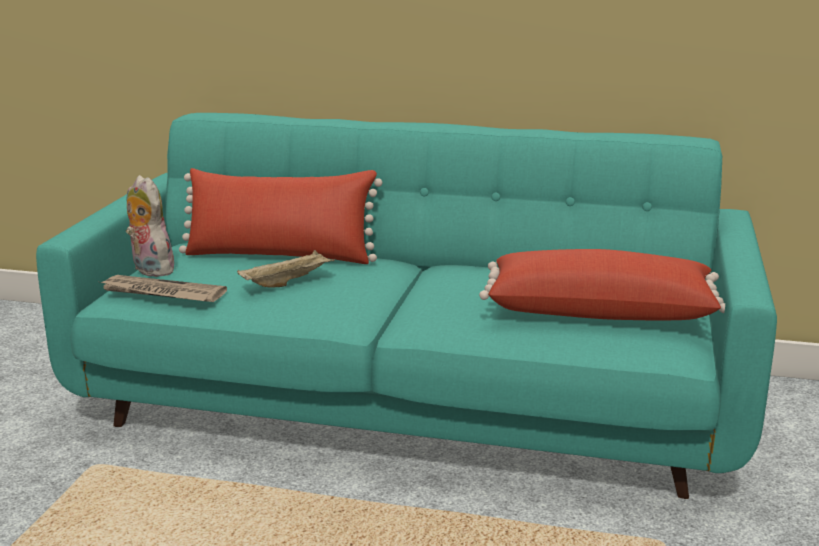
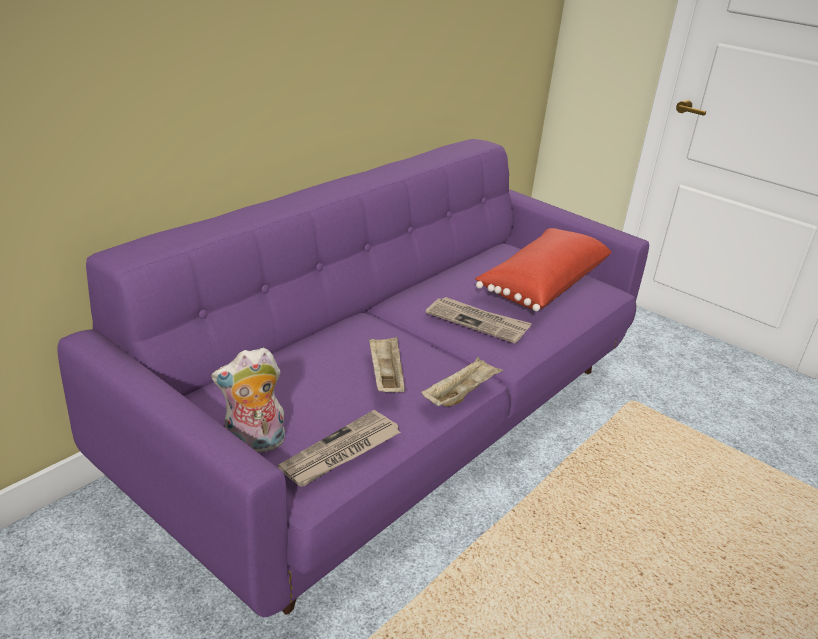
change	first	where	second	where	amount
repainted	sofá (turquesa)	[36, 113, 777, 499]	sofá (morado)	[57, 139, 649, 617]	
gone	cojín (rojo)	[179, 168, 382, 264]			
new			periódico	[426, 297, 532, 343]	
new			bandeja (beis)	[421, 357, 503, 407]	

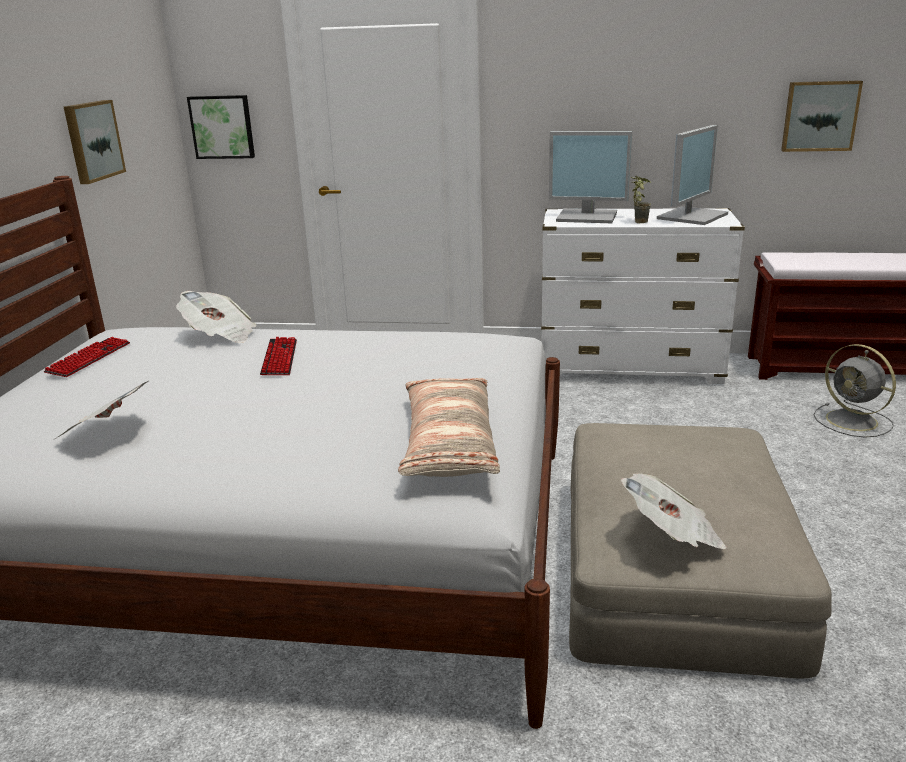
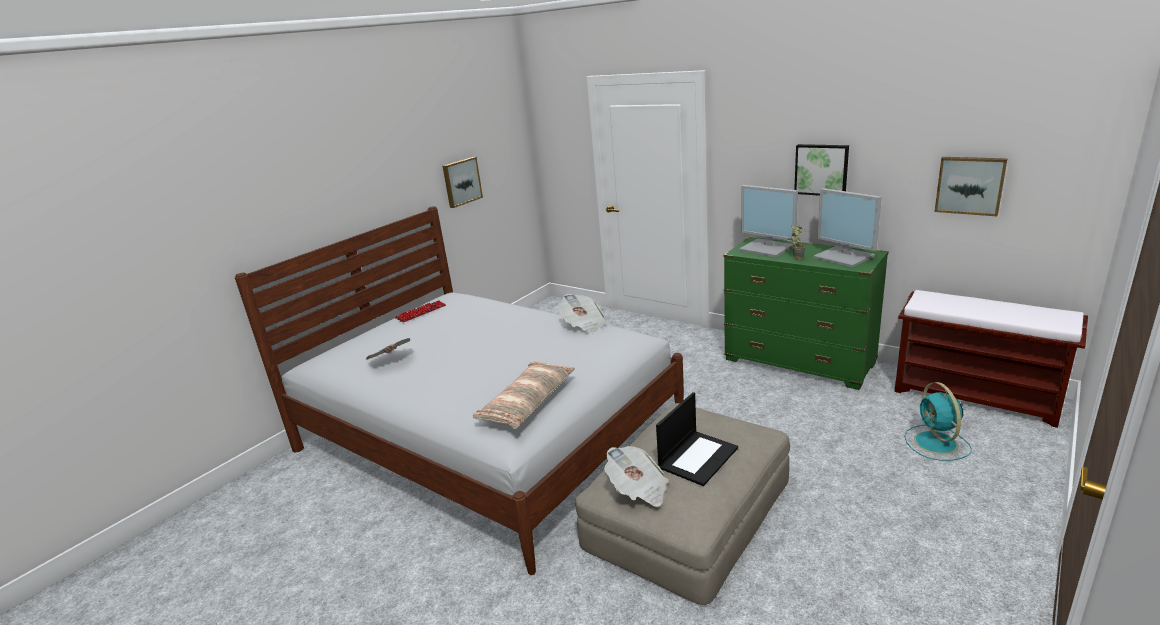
change	first	where	second	where	amount
shifted	cuadro	[187, 95, 255, 159]		[794, 144, 849, 196]	
rotated	monitor	[657, 125, 728, 225]		[813, 188, 882, 267]	75 degrees clockwise
repainted	cómoda (blanco)	[541, 208, 745, 384]	cómoda (verde)	[724, 236, 889, 390]	
shifted	periódico	[176, 291, 257, 343]		[558, 294, 607, 334]	
gone	teclado	[260, 337, 297, 375]			
repainted	ventilador (gris)	[814, 344, 896, 438]	ventilador (turquesa)	[904, 382, 972, 461]	
new			portátil	[656, 392, 738, 486]	

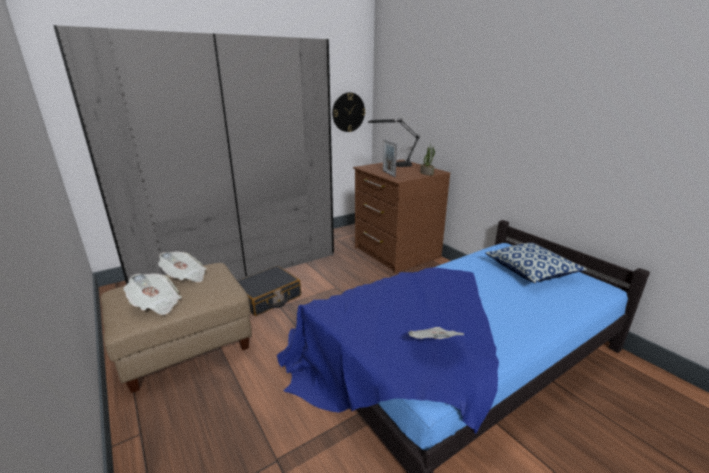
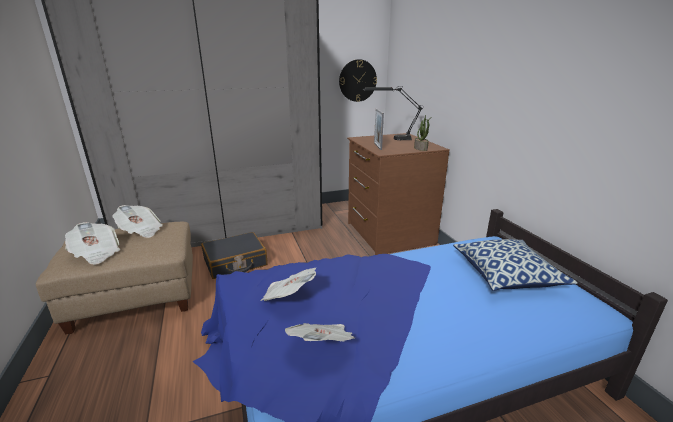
change	first	where	second	where	amount
new			periódico	[260, 268, 316, 301]	

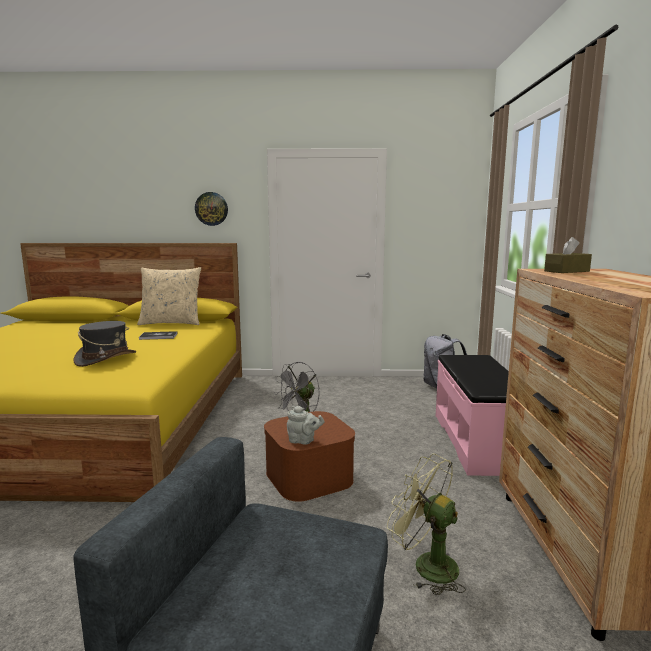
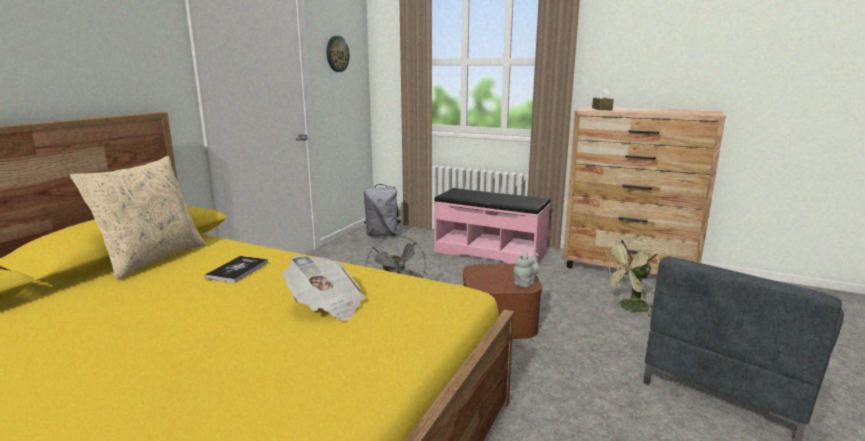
change	first	where	second	where	amount
shifted	reloj de pared	[195, 192, 228, 226]		[327, 36, 349, 72]	
swapped	sombrero (gris)	[73, 321, 136, 367]	periódico	[283, 255, 366, 321]	

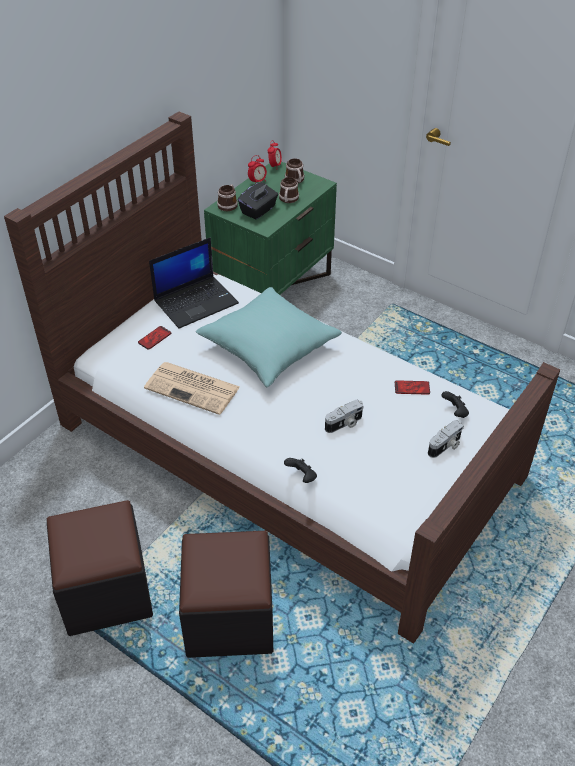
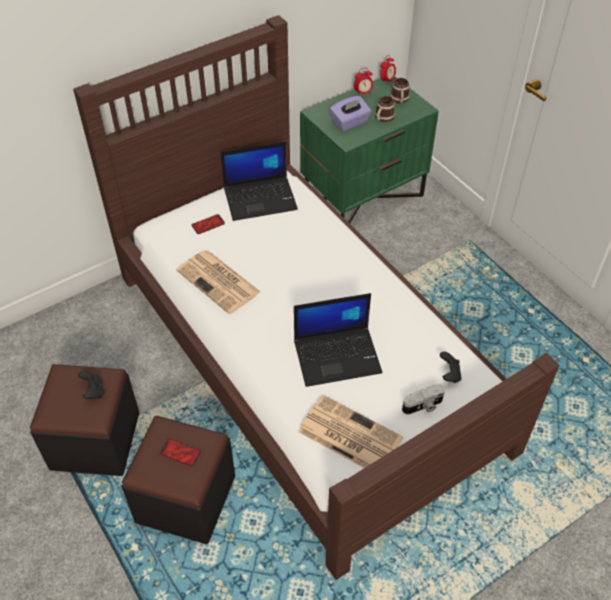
change	first	where	second	where	amount
repainted	caja de pañuelos (negro)	[238, 182, 278, 219]	caja de pañuelos (morado)	[330, 96, 371, 132]	
gone	taza grande	[217, 184, 238, 211]			
gone	cojín (turquesa)	[196, 287, 342, 387]			
shifted	móvil	[395, 380, 430, 395]		[160, 439, 201, 467]	
swapped	cámara	[325, 400, 364, 433]	portátil	[294, 293, 382, 387]	
shifted	mando de consola (negro)	[284, 458, 317, 483]		[78, 371, 104, 399]	
new			periódico	[298, 395, 403, 468]	

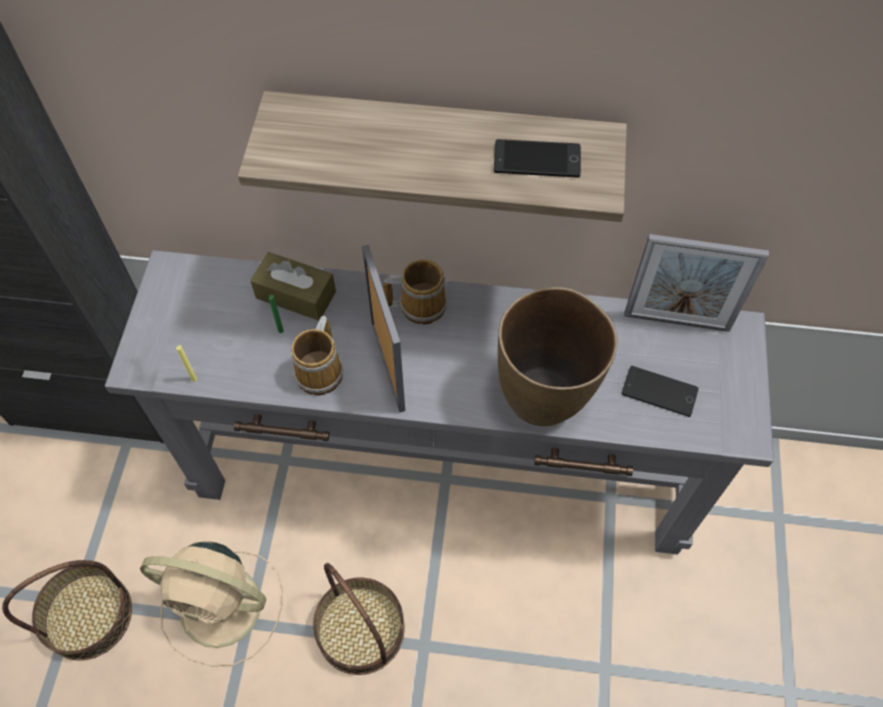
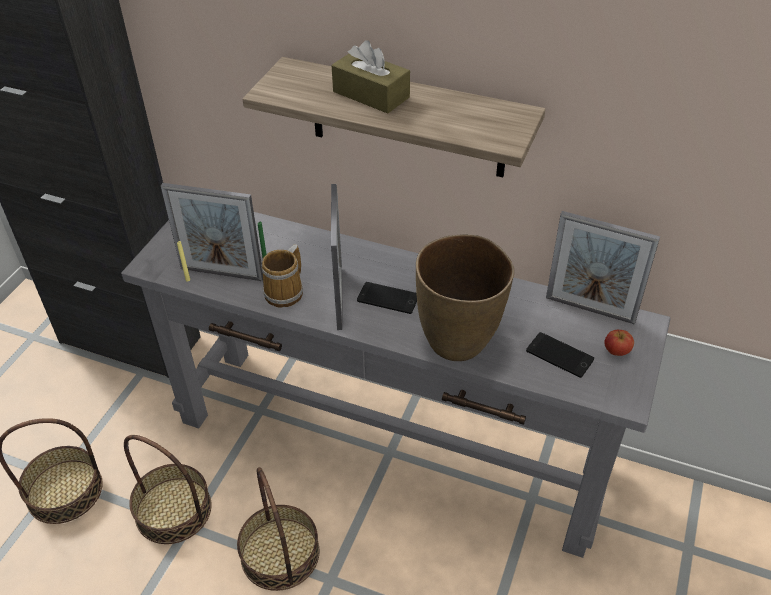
change	first	where	second	where	amount
shifted	móvil	[494, 139, 581, 178]		[357, 282, 417, 314]	
shifted	caja de pañuelos (marrón)	[250, 252, 336, 321]		[332, 40, 410, 113]	
gone	taza grande	[383, 259, 447, 324]			
swapped	ventilador (beis)	[140, 542, 283, 666]	cesta	[124, 435, 212, 544]	
new			portarretratos	[161, 183, 263, 281]	
new			manzana	[604, 330, 634, 356]	

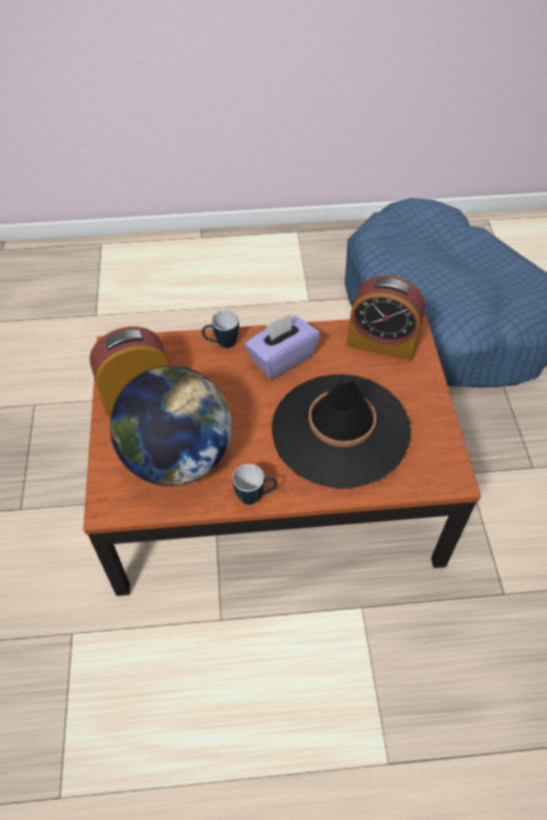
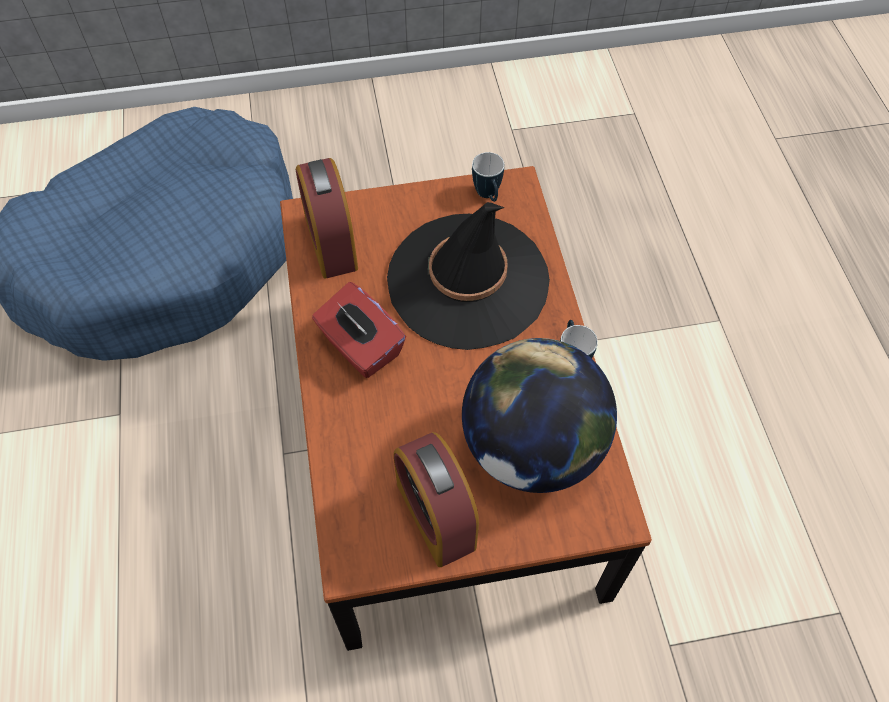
change	first	where	second	where	amount
rotated	despertador	[347, 275, 425, 361]		[296, 158, 358, 278]	150 degrees clockwise
shifted	taza grande	[202, 310, 239, 348]		[472, 152, 504, 202]	
repainted	caja de pañuelos (morado)	[245, 314, 320, 379]	caja de pañuelos (rojo)	[312, 282, 406, 378]	

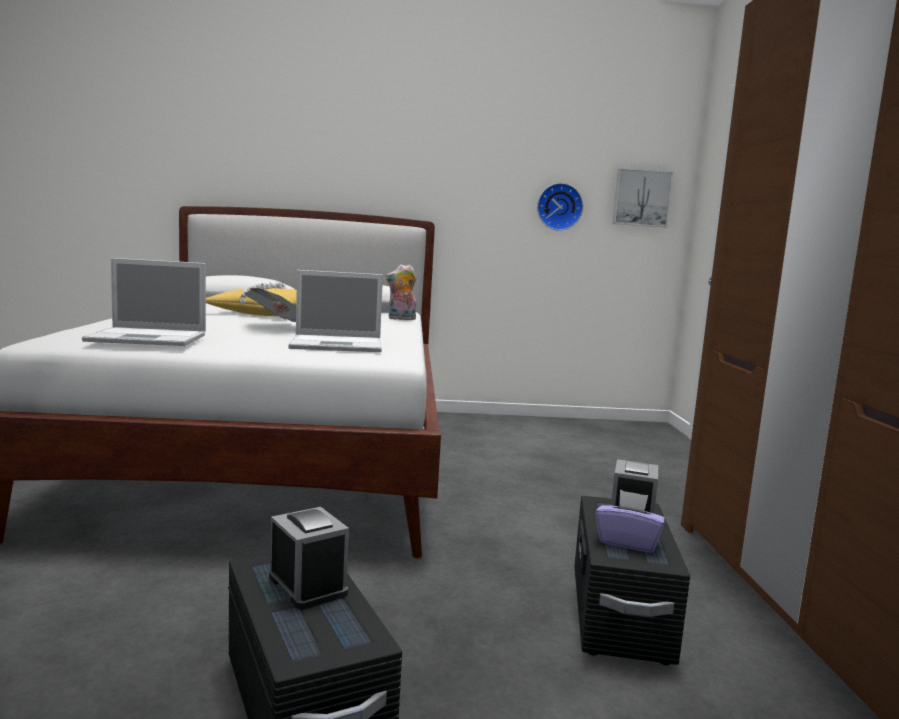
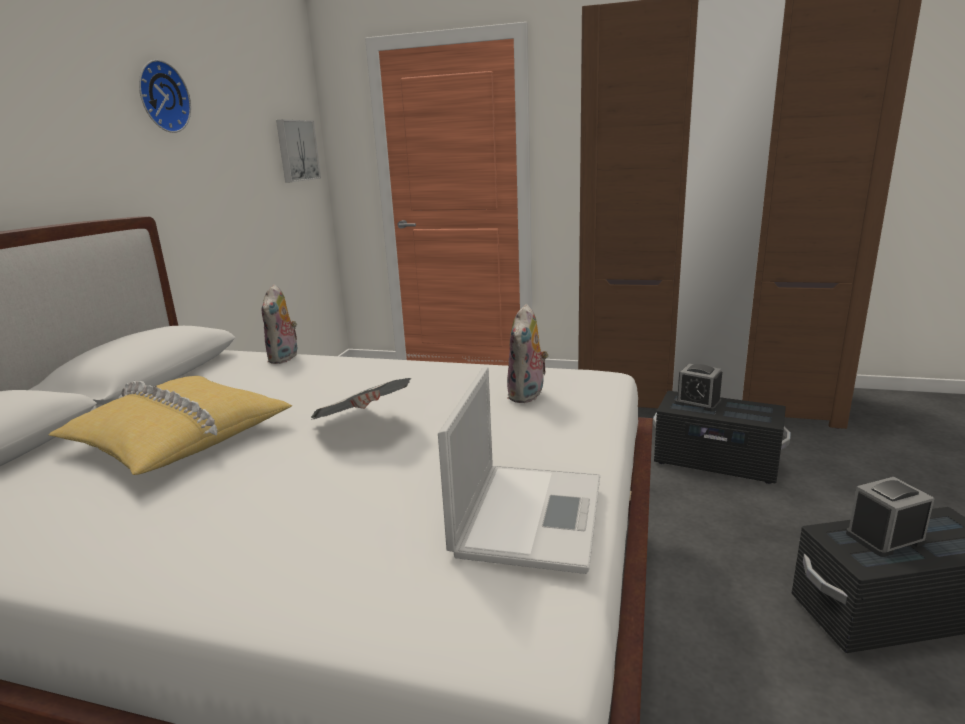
change	first	where	second	where	amount
shifted	reloj de pared	[537, 183, 583, 231]		[139, 60, 191, 133]	
swapped	portátil	[288, 270, 383, 352]	peluche	[507, 304, 549, 403]	
gone	caja de pañuelos (morado)	[595, 490, 665, 553]			

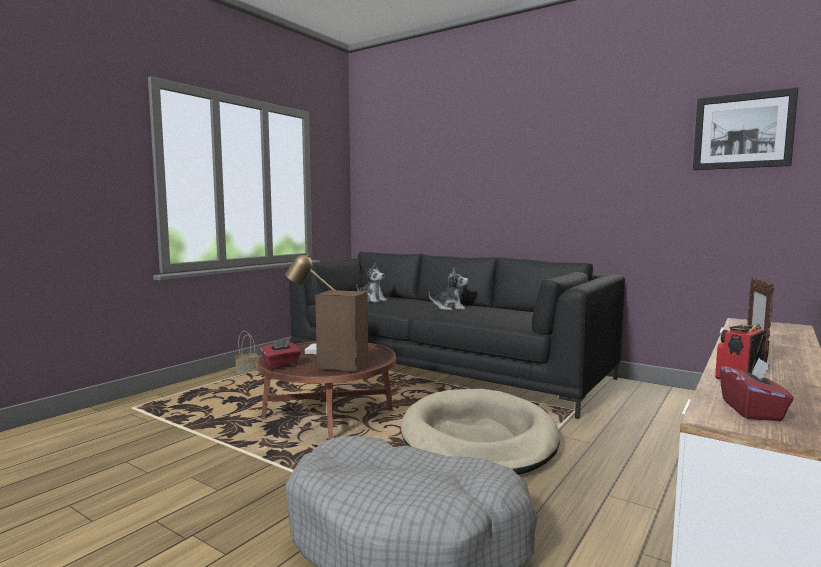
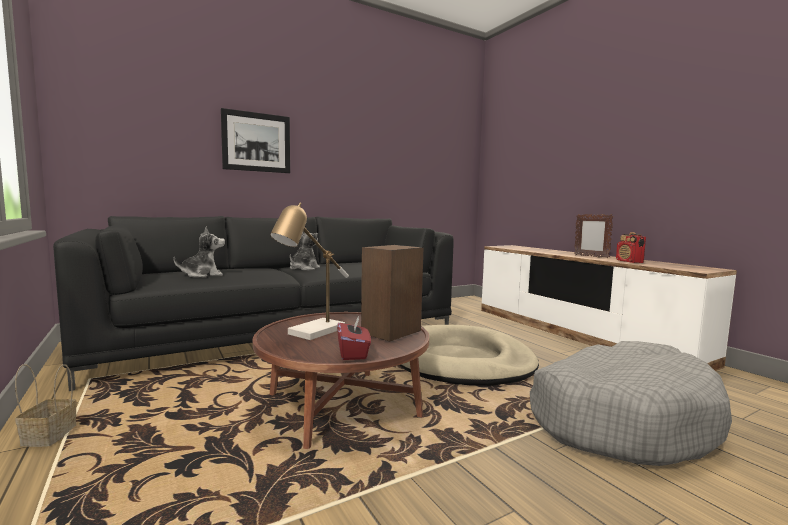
change	first	where	second	where	amount
shifted	cuadro	[693, 87, 798, 170]		[221, 108, 290, 173]	
gone	caja de pañuelos (rojo)	[720, 358, 794, 421]			

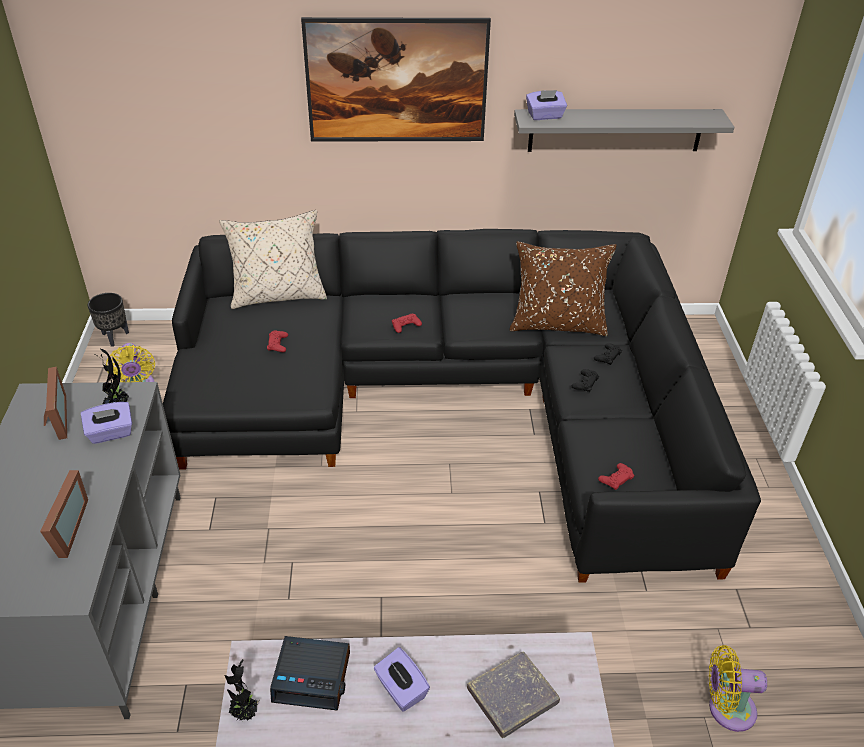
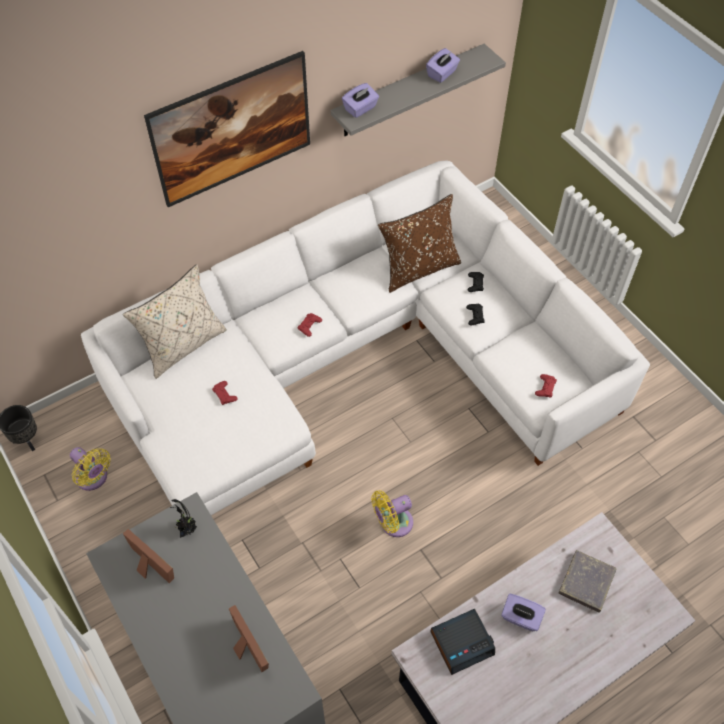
change	first	where	second	where	amount
repainted	sofá (negro)	[163, 229, 761, 583]	sofá (blanco)	[81, 161, 650, 515]	
shifted	caja de pañuelos (morado)	[81, 402, 132, 444]		[426, 48, 460, 83]	
shifted	ventilador (amarillo)	[709, 645, 767, 732]		[371, 490, 413, 537]	
gone	planta en maceta	[225, 659, 260, 721]			

